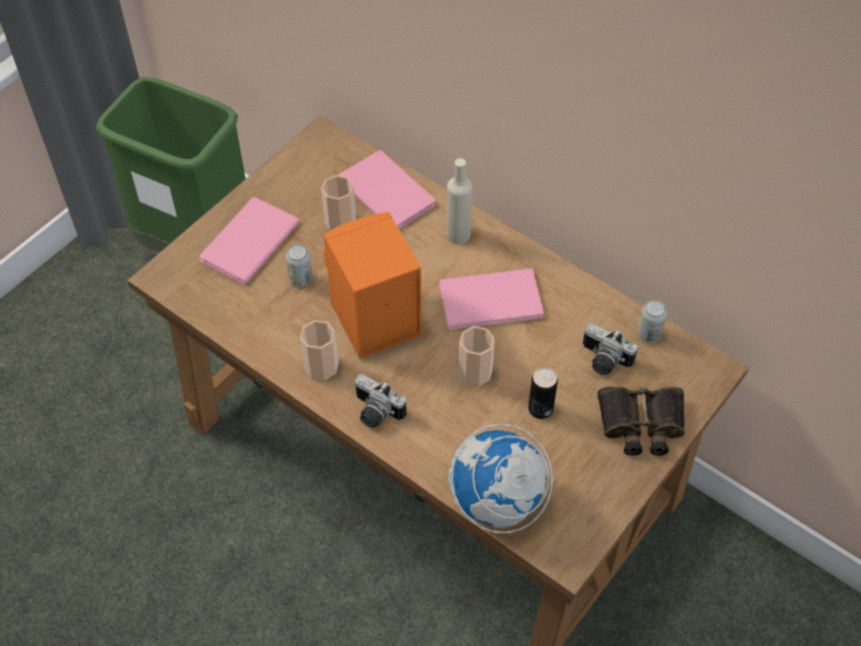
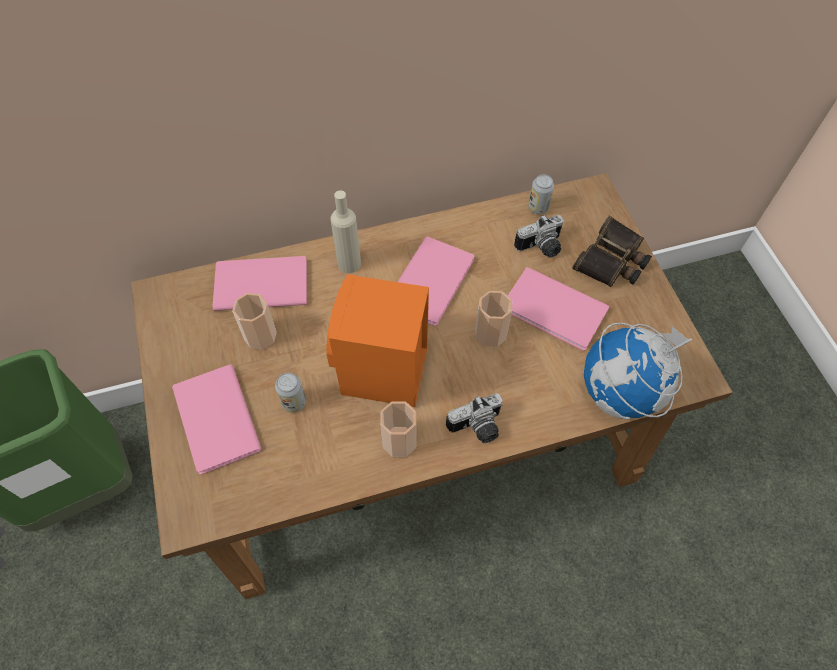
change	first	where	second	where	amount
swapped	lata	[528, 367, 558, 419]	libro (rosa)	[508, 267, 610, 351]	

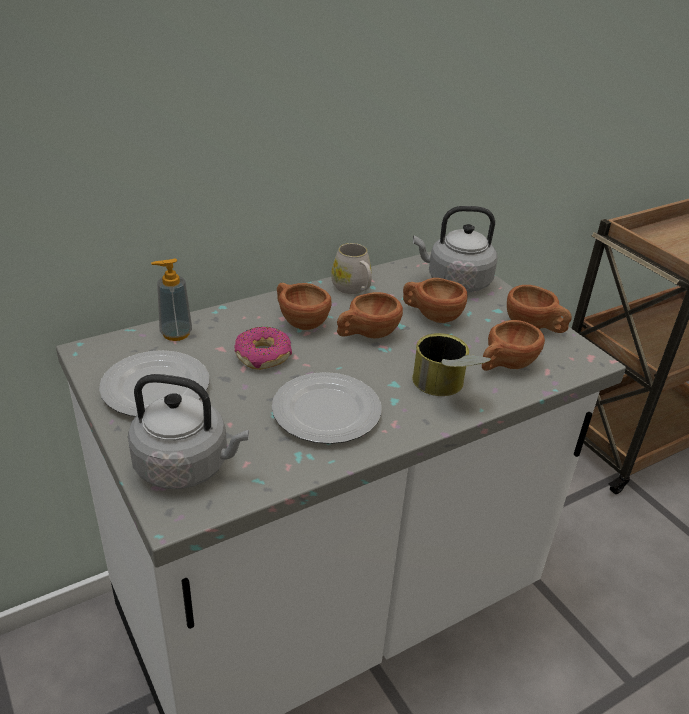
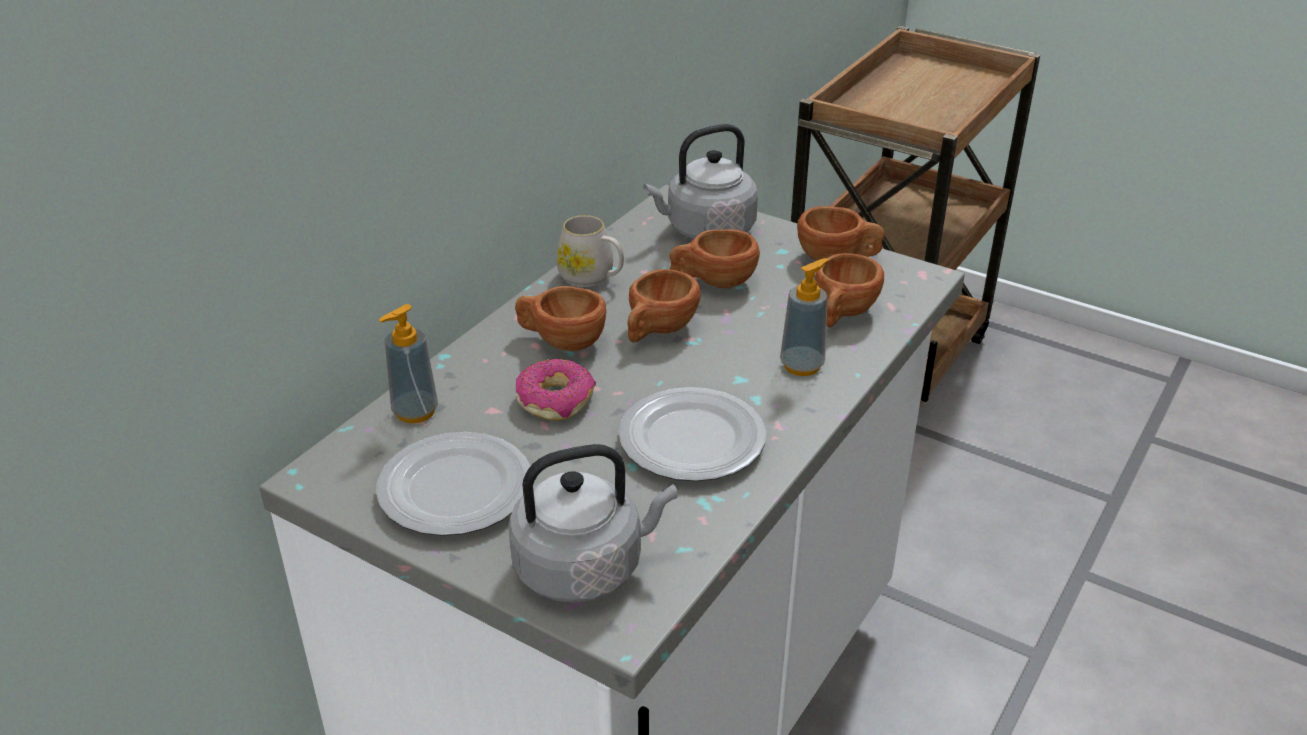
change	first	where	second	where	amount
swapped	lata	[412, 333, 491, 396]	dispensador de jabón	[780, 258, 829, 376]	

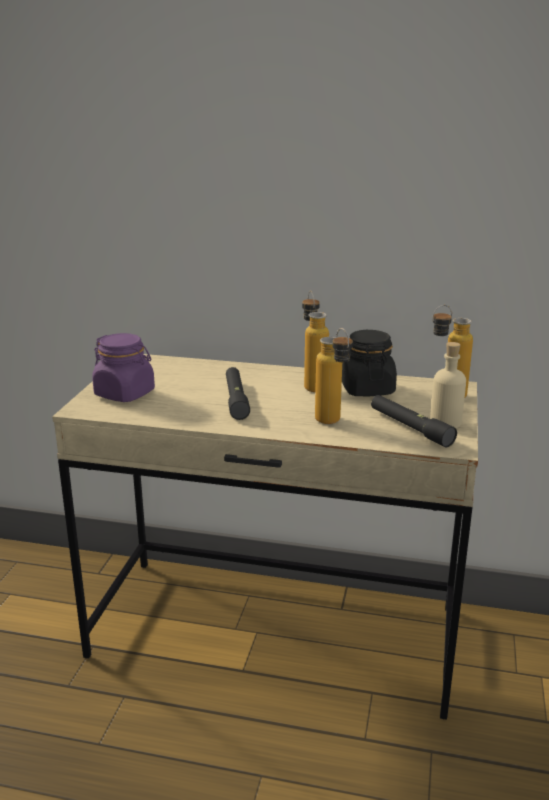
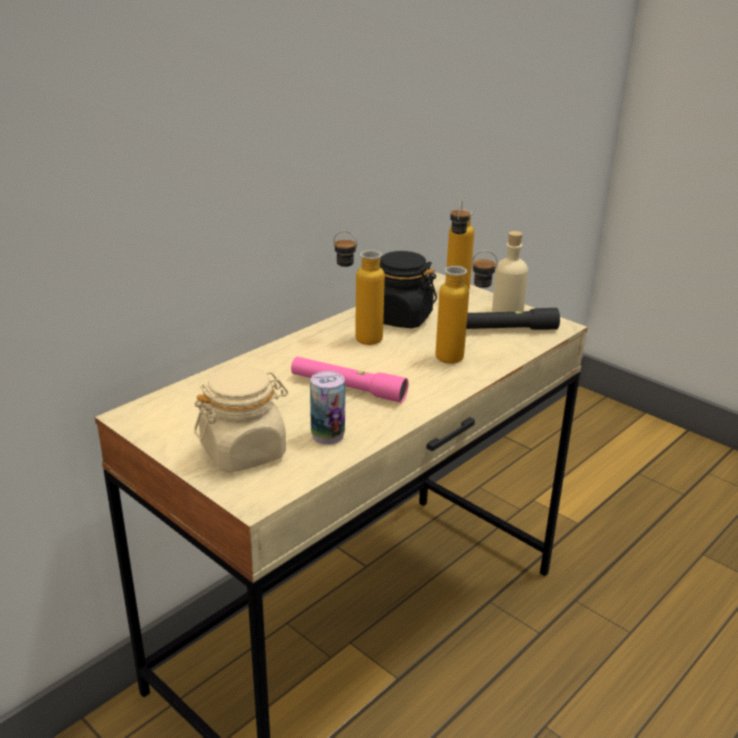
change	first	where	second	where	amount
repainted	tarro (morado)	[92, 333, 155, 402]	tarro (beis)	[194, 365, 288, 472]	
repainted	linterna (negro)	[226, 367, 250, 420]	linterna (rosa)	[291, 357, 408, 403]	
new			lata	[310, 371, 345, 445]	

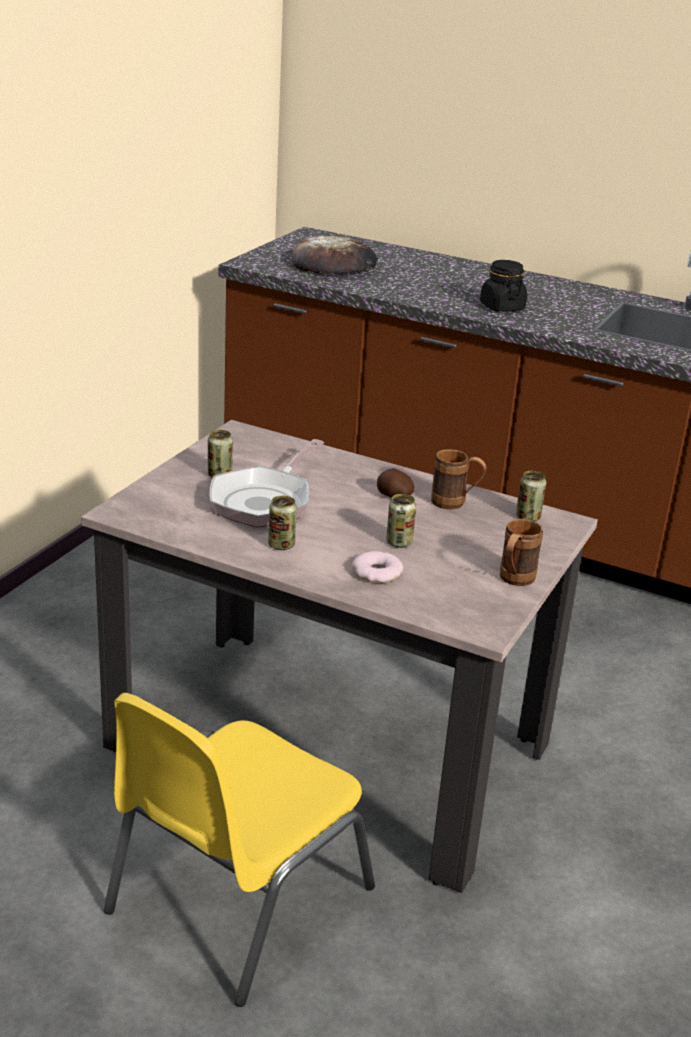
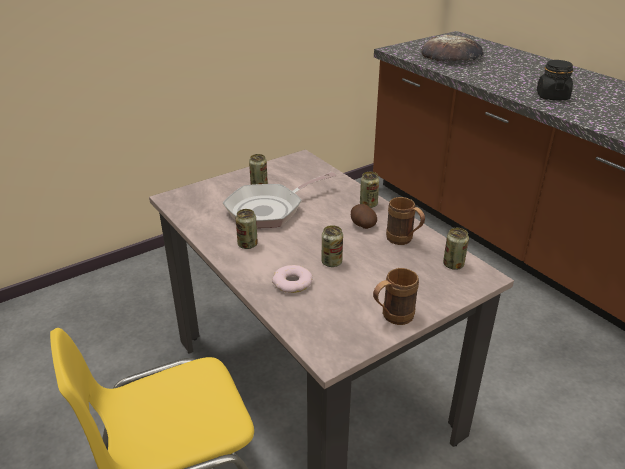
change	first	where	second	where	amount
new			lata	[360, 172, 379, 208]	

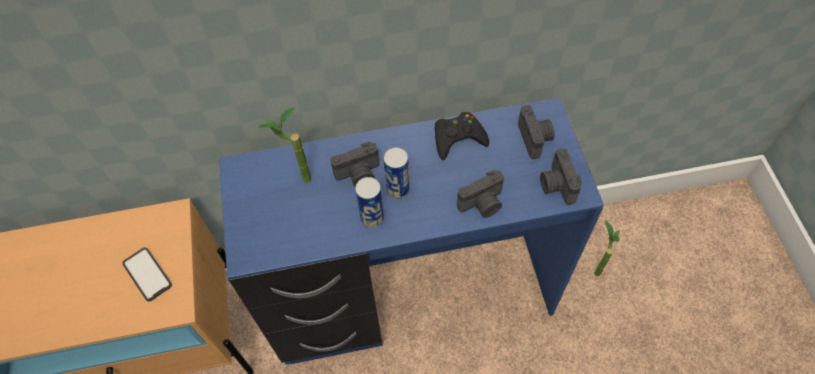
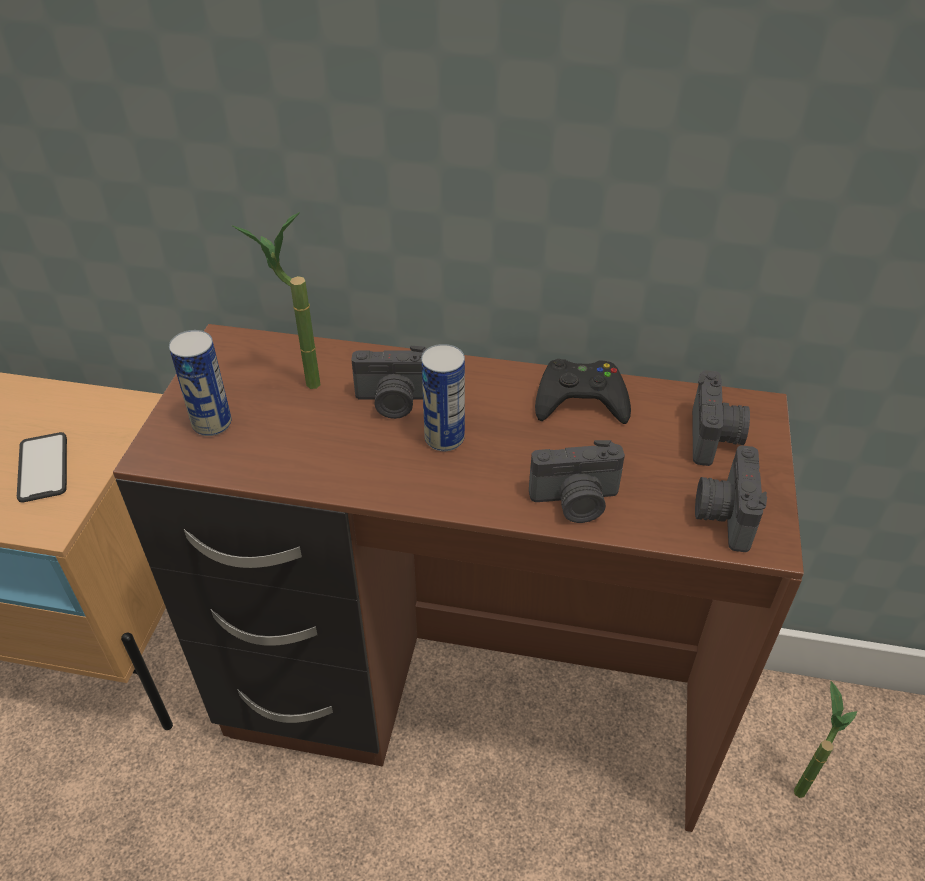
change	first	where	second	where	amount
repainted	escritorio (azul)	[219, 97, 604, 365]	escritorio (marrón)	[113, 324, 804, 832]	
shifted	lata	[355, 177, 384, 228]		[169, 330, 232, 436]	

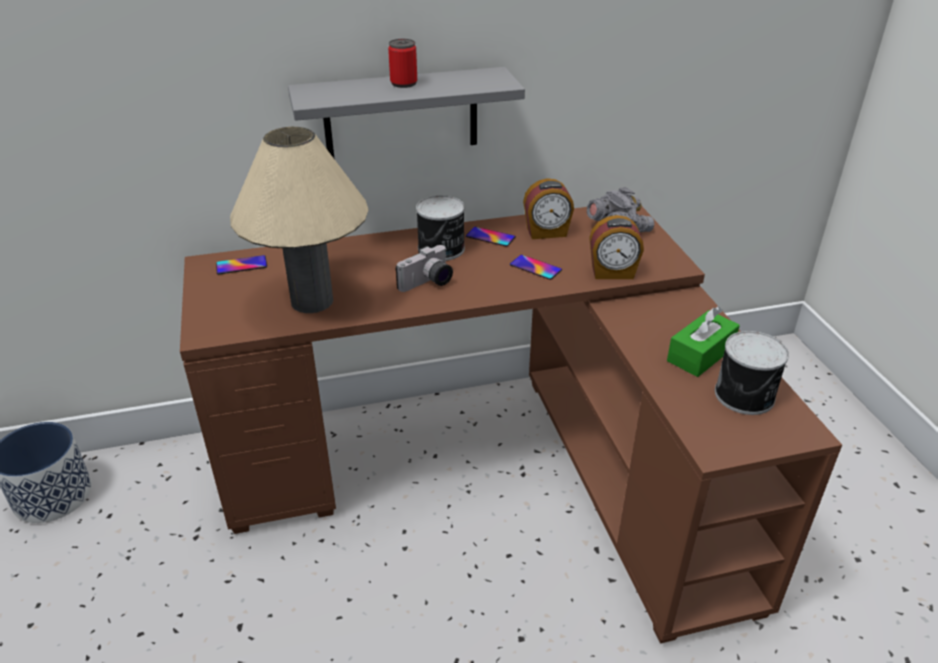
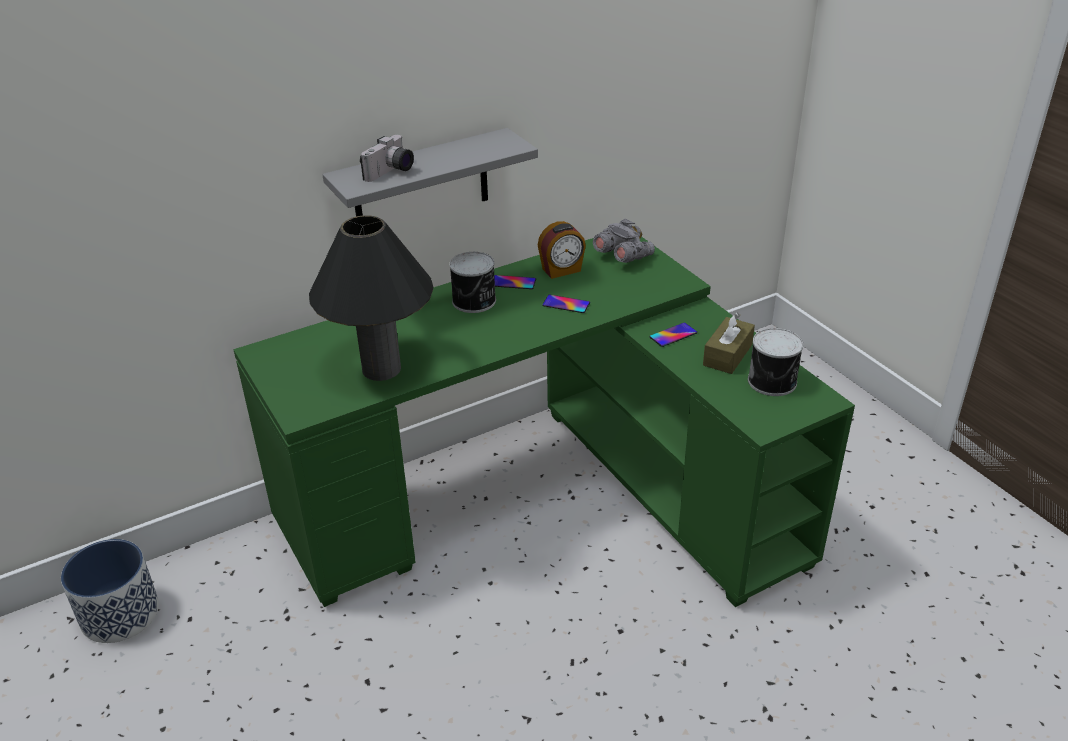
change	first	where	second	where	amount
gone	lata	[388, 39, 417, 88]			
repainted	lámpara de mesa (beis)	[230, 127, 369, 313]	lámpara de mesa (negro)	[309, 215, 434, 381]	
repainted	escritorio (marrón)	[180, 207, 842, 644]	escritorio (verde)	[233, 237, 855, 607]	
gone	despertador	[589, 215, 644, 279]			
shifted	cámara	[395, 245, 453, 292]		[360, 135, 414, 182]	
shifted	móvil	[216, 255, 267, 274]		[649, 323, 697, 347]	
repainted	caja de pañuelos (verde)	[667, 306, 740, 377]	caja de pañuelos (marrón)	[703, 313, 755, 374]	

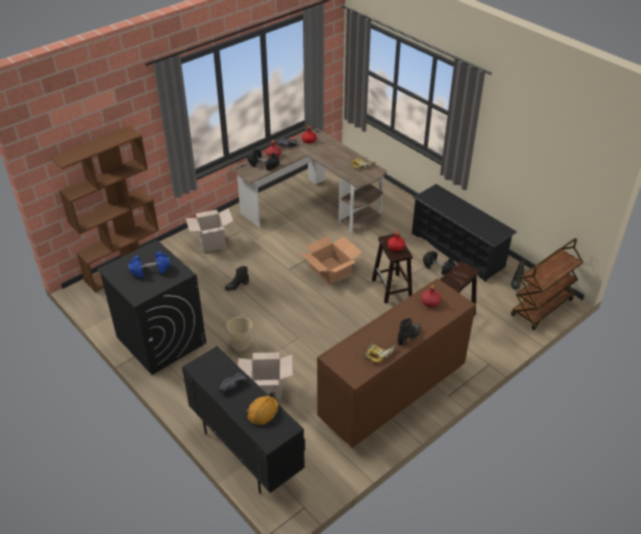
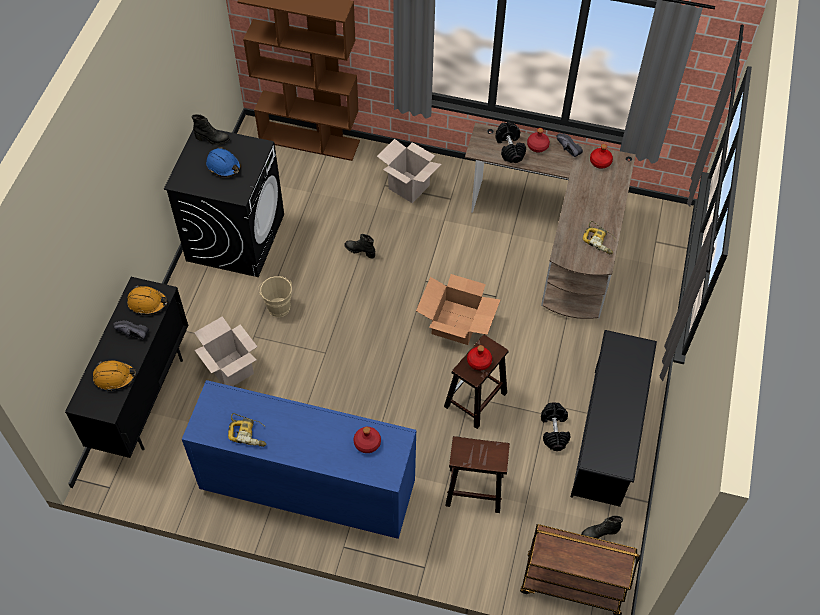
change	first	where	second	where	amount
swapped	mancuerna (azul)	[128, 252, 170, 278]	casco (azul)	[206, 147, 241, 177]	
repainted	cómoda (marrón)	[317, 278, 476, 448]	cómoda (azul)	[182, 380, 416, 539]	
shifted	bota (negro)	[398, 318, 421, 345]		[192, 114, 230, 145]	
new			casco (naranja)	[127, 285, 168, 315]	

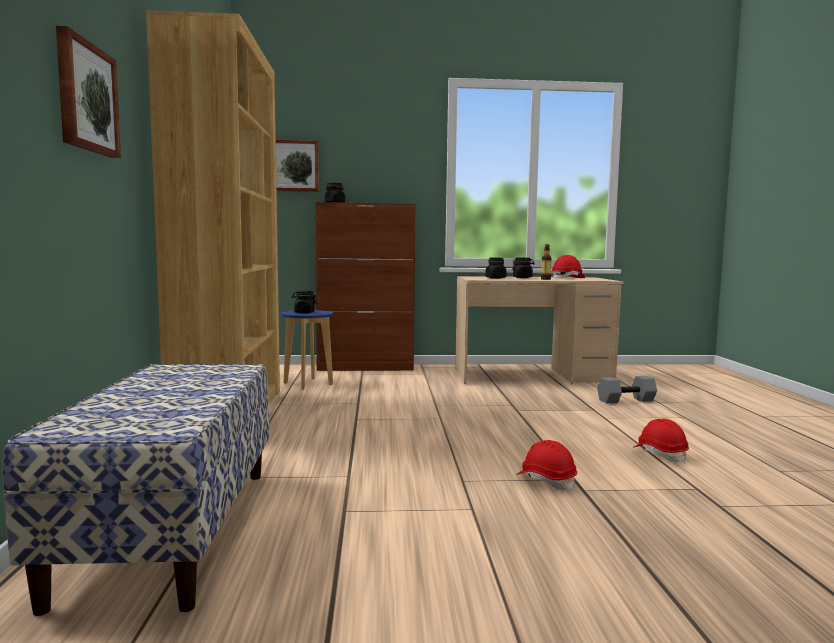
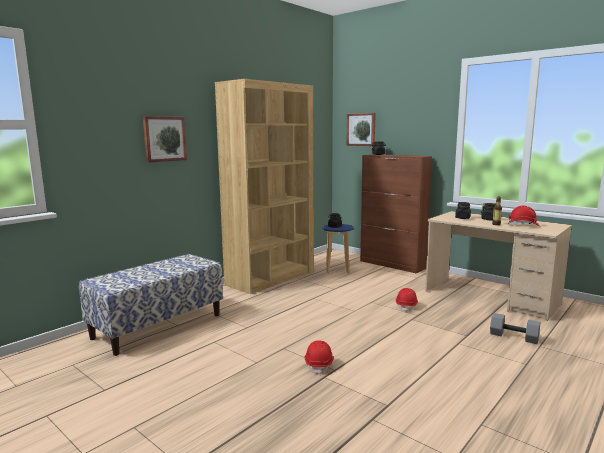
change	first	where	second	where	amount
shifted	casco (rojo)	[634, 419, 689, 464]		[396, 288, 418, 312]	

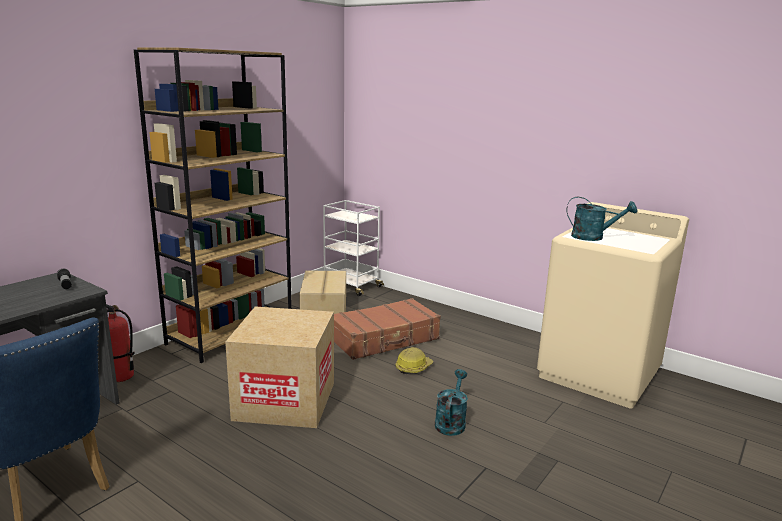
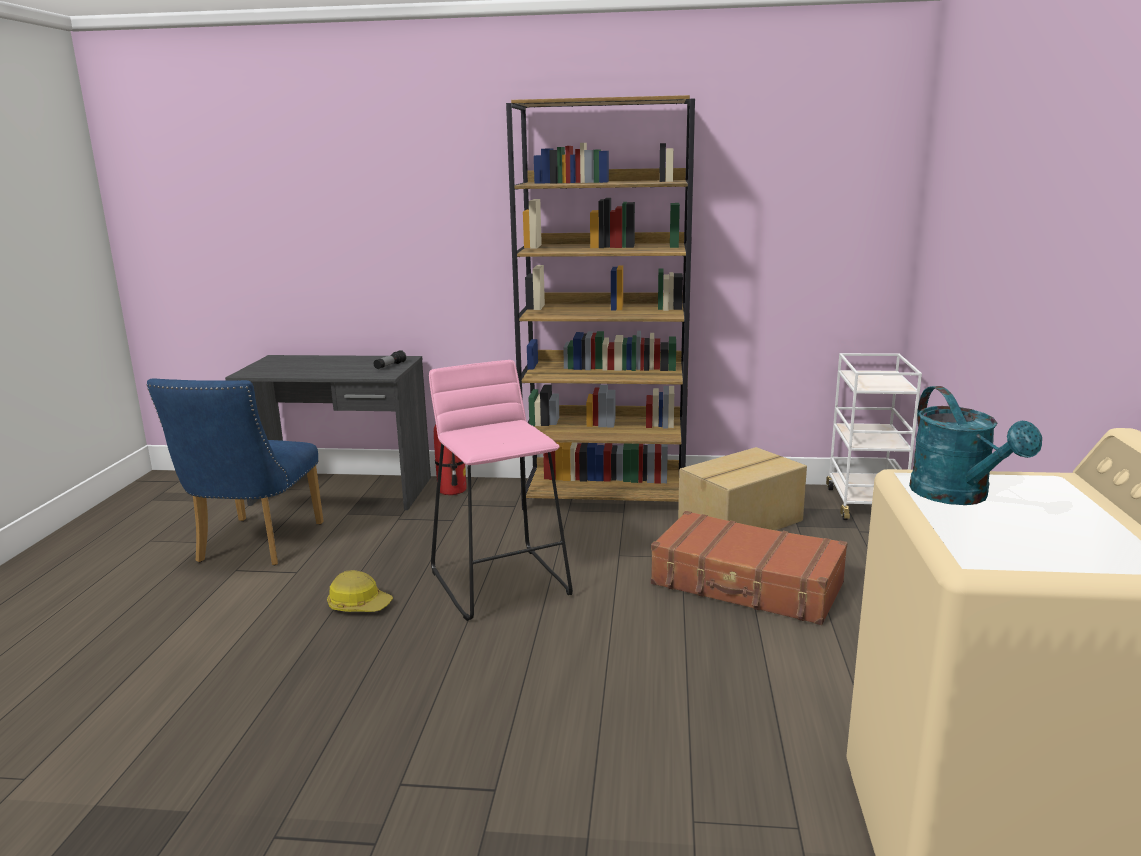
change	first	where	second	where	amount
swapped	caja de cartón	[225, 306, 334, 428]	taburete (rosa)	[429, 360, 573, 621]	
shifted	casco	[395, 347, 433, 374]		[327, 570, 393, 612]	
gone	regadera (turquesa)	[435, 369, 468, 436]			

